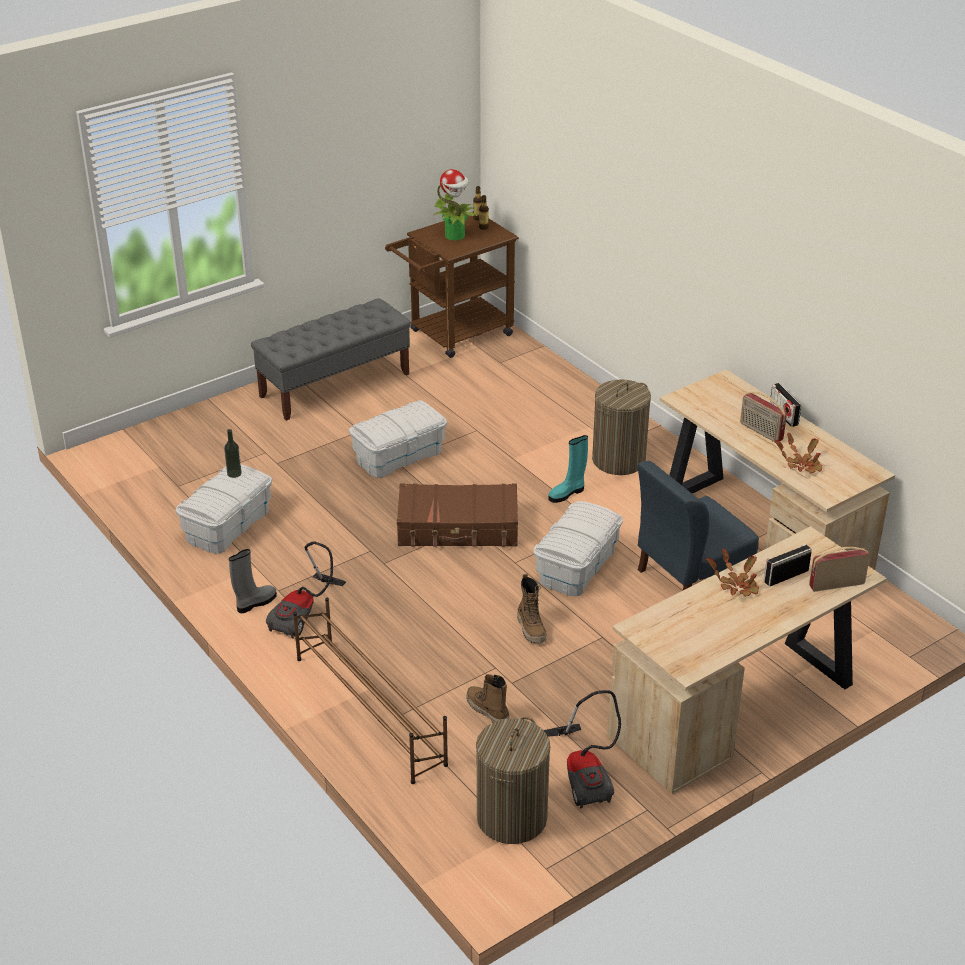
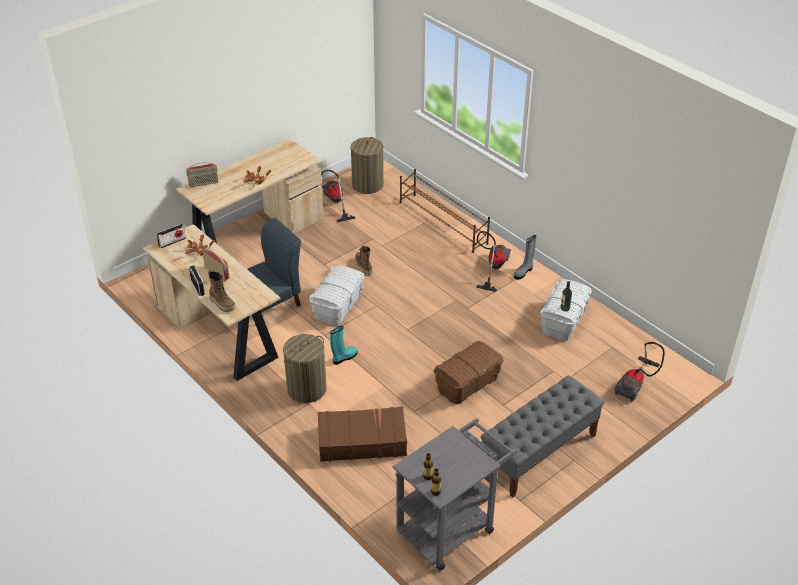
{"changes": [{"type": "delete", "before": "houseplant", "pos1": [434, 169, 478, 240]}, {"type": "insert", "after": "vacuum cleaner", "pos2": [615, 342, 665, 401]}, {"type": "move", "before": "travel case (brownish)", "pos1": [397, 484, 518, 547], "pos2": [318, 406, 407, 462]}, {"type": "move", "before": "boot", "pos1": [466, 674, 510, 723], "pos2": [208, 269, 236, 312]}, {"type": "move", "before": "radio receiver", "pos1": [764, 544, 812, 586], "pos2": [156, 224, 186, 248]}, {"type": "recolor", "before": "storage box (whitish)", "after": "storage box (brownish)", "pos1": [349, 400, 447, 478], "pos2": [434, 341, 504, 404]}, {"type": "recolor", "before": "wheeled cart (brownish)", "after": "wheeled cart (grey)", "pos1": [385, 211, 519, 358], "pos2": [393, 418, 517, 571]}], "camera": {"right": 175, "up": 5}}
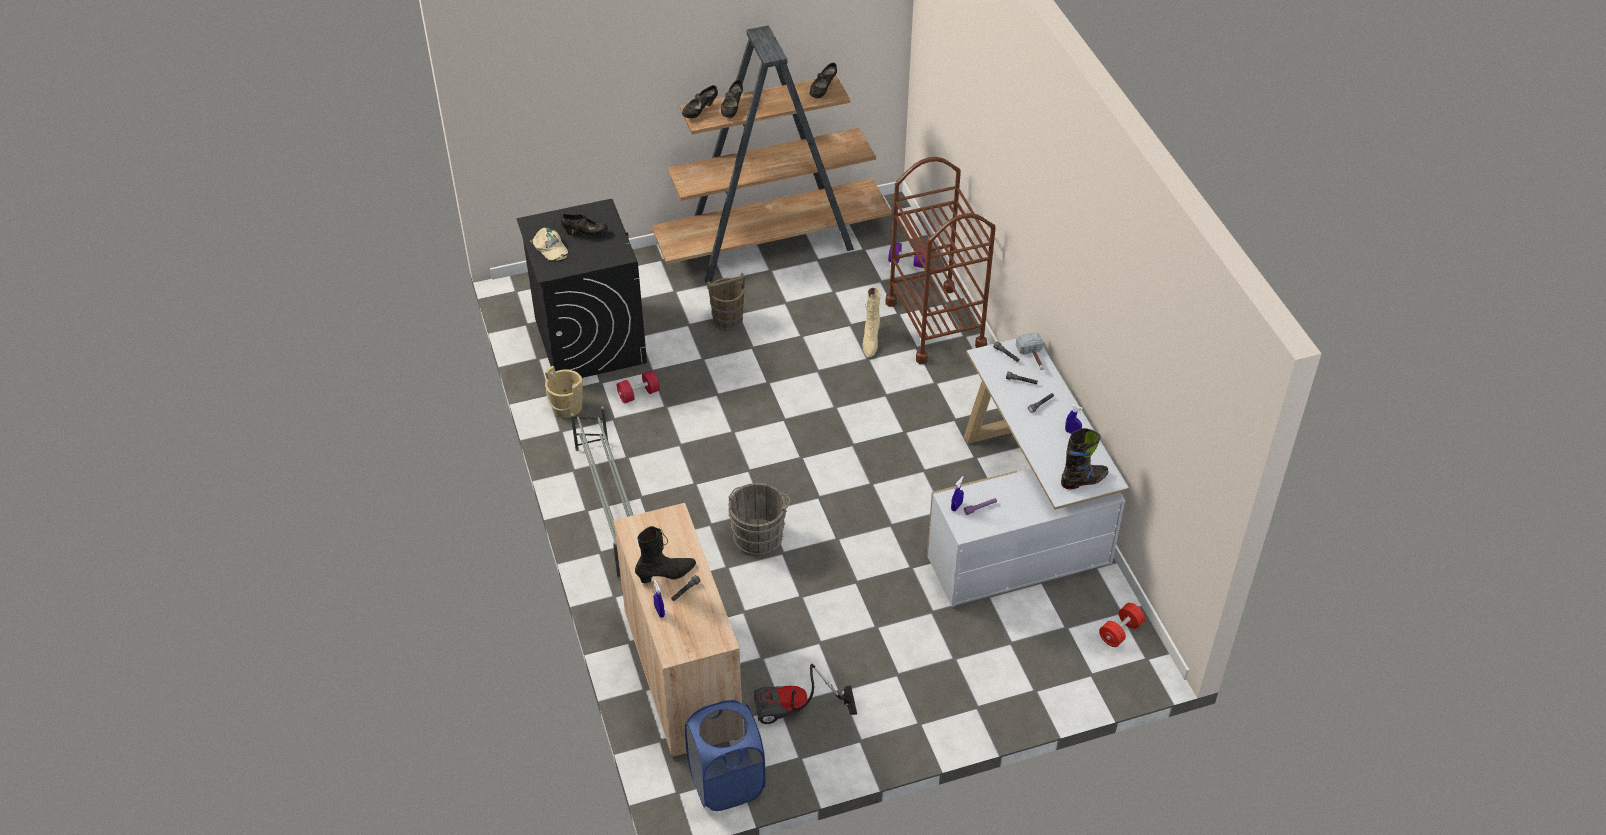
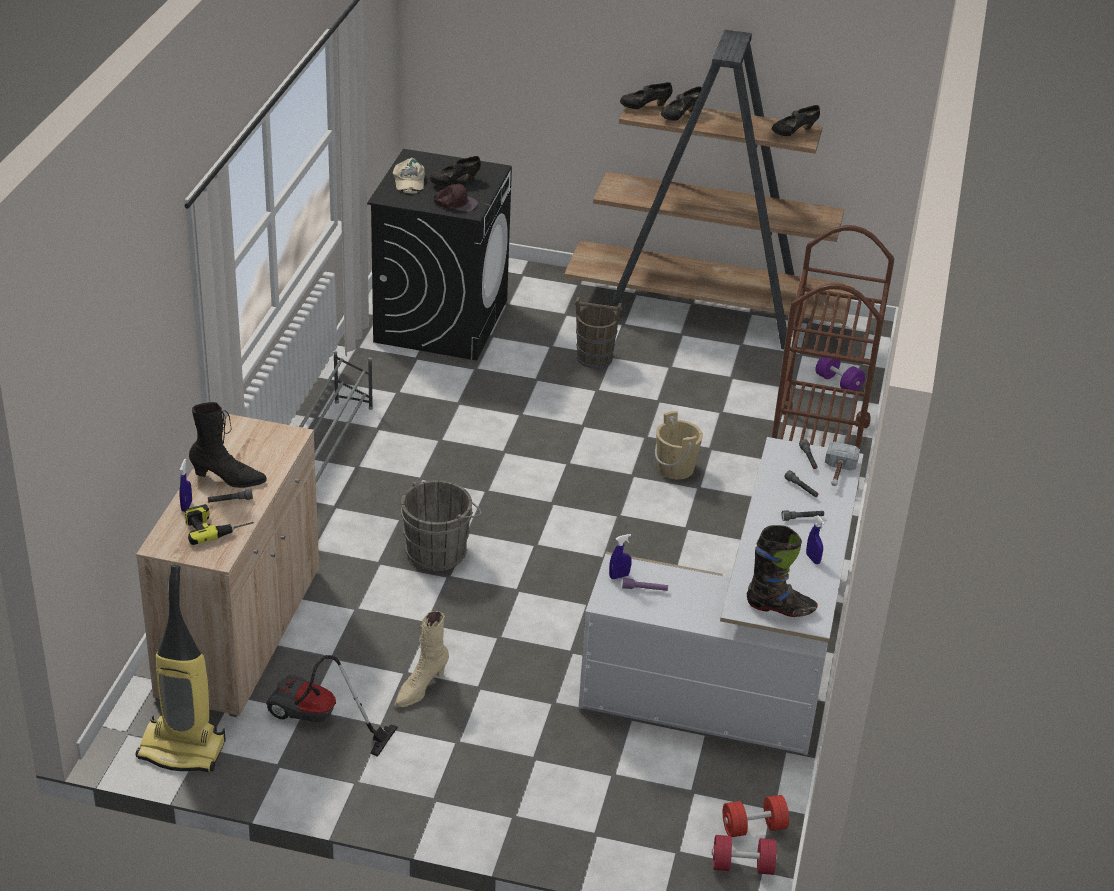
{"changes": [{"type": "insert", "after": "power drill", "pos2": [185, 504, 254, 545]}, {"type": "insert", "after": "cap (brownish)", "pos2": [434, 184, 478, 212]}, {"type": "move", "before": "bucket (sand-coloured)", "pos1": [545, 366, 583, 418], "pos2": [655, 411, 703, 480]}, {"type": "move", "before": "hand weight (red-coloured)", "pos1": [617, 370, 660, 404], "pos2": [712, 835, 778, 875]}, {"type": "move", "before": "boot (sand-coloured)", "pos1": [863, 287, 881, 357], "pos2": [394, 611, 449, 707]}, {"type": "replace", "before": "hamper (blue)", "after": "vacuum cleaner", "pos1": [685, 700, 766, 811], "pos2": [136, 565, 226, 772]}, {"type": "rotate", "before": "low shoe (black-coloured)", "pos1": [561, 214, 608, 237], "pos2": [430, 156, 481, 186], "turn": 120}], "camera": {"right": 30, "up": -10}}
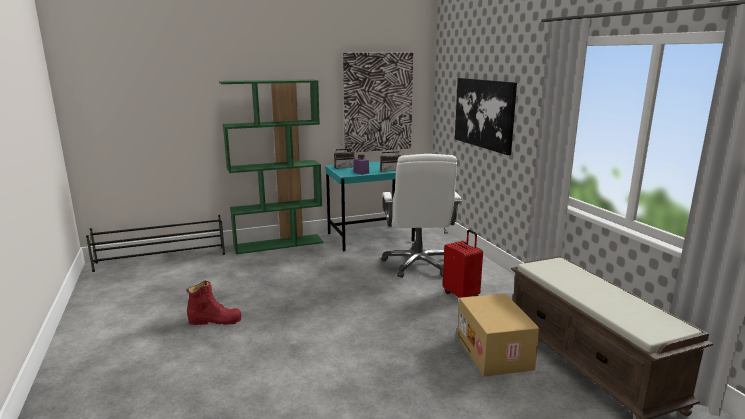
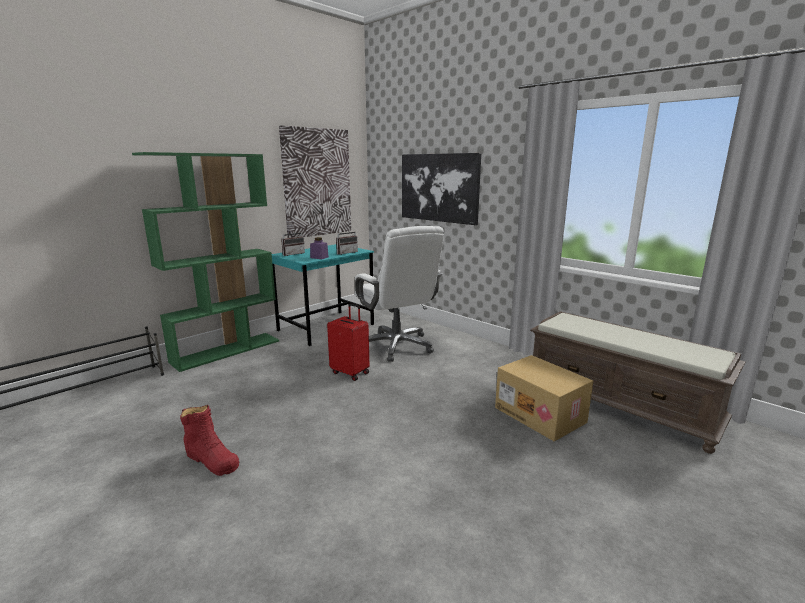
{"changes": [{"type": "move", "before": "travel case (red-coloured)", "pos1": [443, 230, 483, 298], "pos2": [327, 303, 369, 381]}, {"type": "rotate", "before": "boot (red-coloured)", "pos1": [186, 281, 241, 325], "pos2": [180, 405, 239, 476], "turn": 60}], "camera": {"right": -25, "up": 0}}
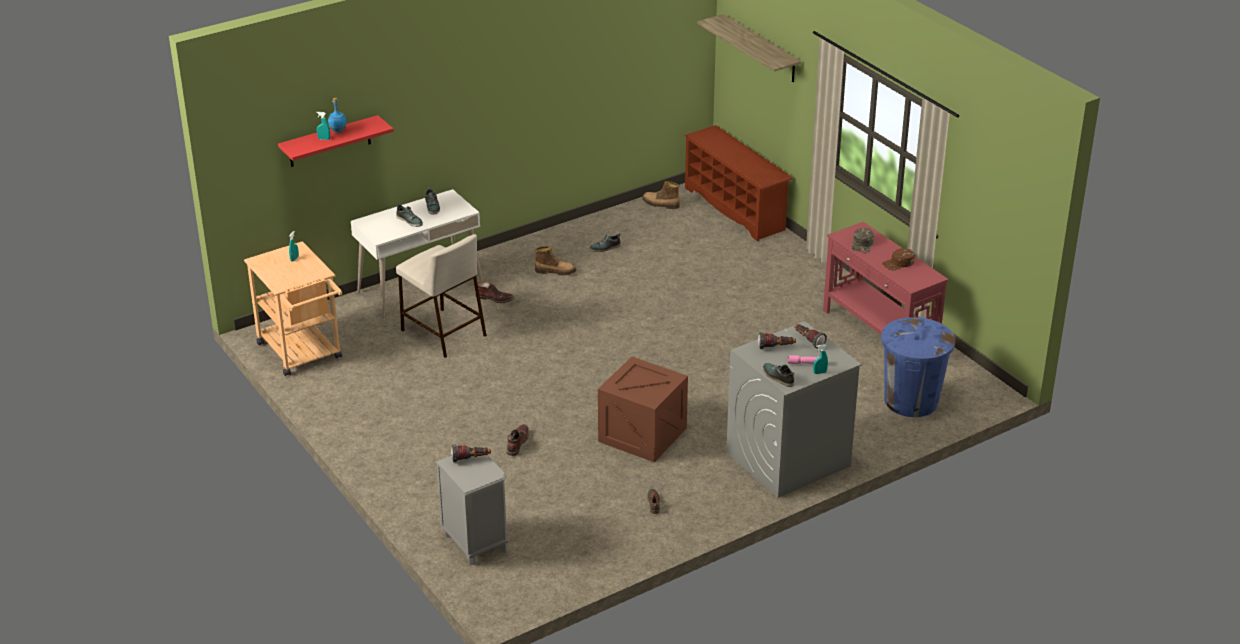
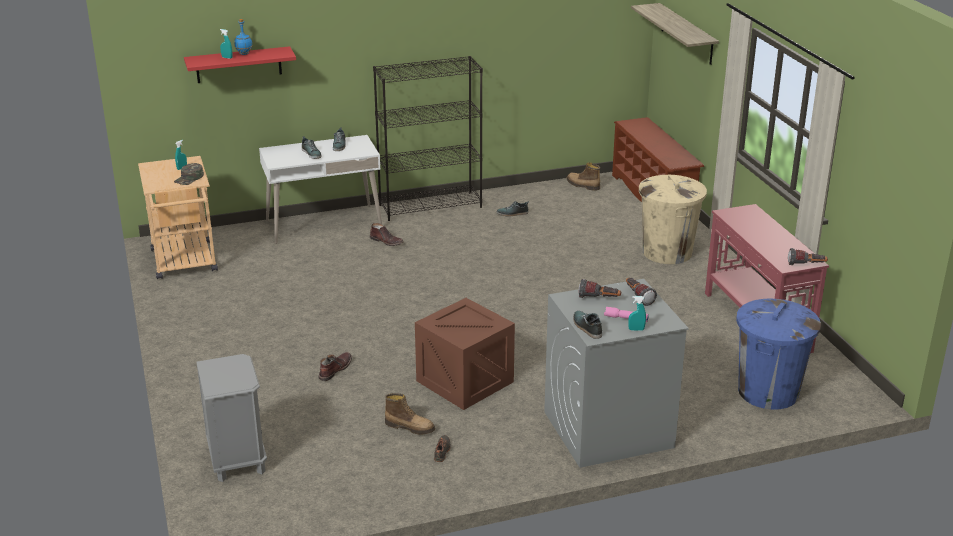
{"changes": [{"type": "delete", "before": "stool (sand-coloured)", "pos1": [396, 234, 487, 358]}, {"type": "delete", "before": "cap (brownish)", "pos1": [882, 248, 915, 271]}, {"type": "insert", "after": "bookcase (black-coloured)", "pos2": [373, 56, 483, 221]}, {"type": "insert", "after": "rubbish bin (sand-coloured)", "pos2": [639, 175, 707, 264]}, {"type": "move", "before": "torch", "pos1": [451, 444, 491, 463], "pos2": [788, 248, 828, 265]}, {"type": "move", "before": "boot", "pos1": [535, 246, 576, 275], "pos2": [385, 393, 435, 434]}, {"type": "move", "before": "cap (green)", "pos1": [852, 228, 874, 252], "pos2": [174, 163, 204, 185]}], "camera": {"right": 15, "up": -5}}
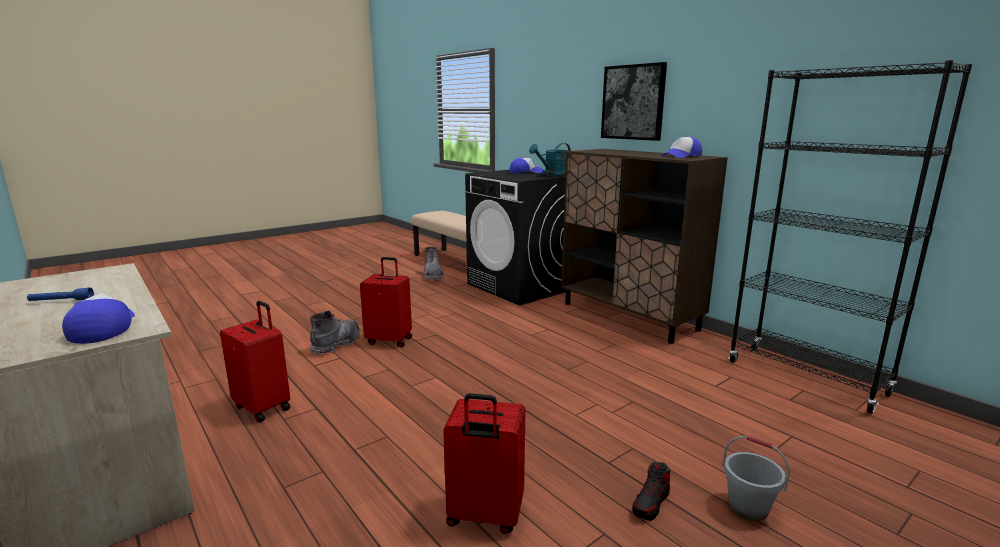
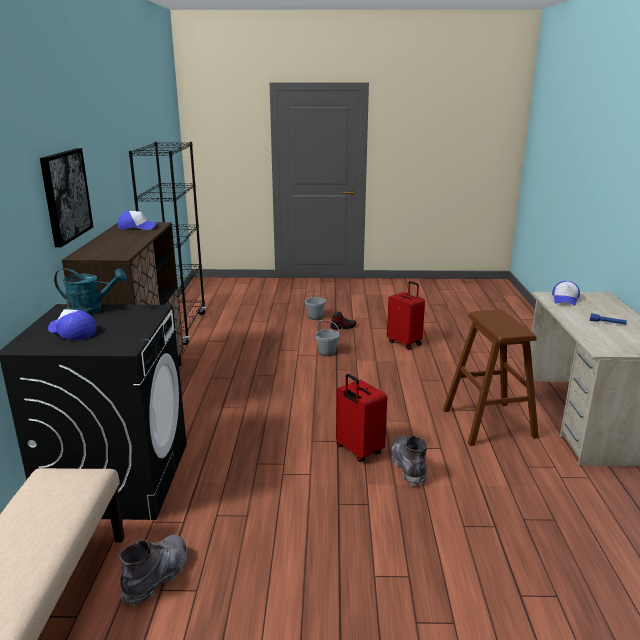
{"changes": [{"type": "insert", "after": "bucket (grey)", "pos2": [315, 320, 340, 357]}, {"type": "replace", "before": "travel case (red-coloured)", "after": "stool (brownish)", "pos1": [220, 301, 290, 423], "pos2": [443, 310, 539, 446]}, {"type": "rotate", "before": "boot (grey)", "pos1": [310, 310, 360, 355], "pos2": [391, 435, 427, 486], "turn": 105}], "camera": {"right": -140, "up": 5}}
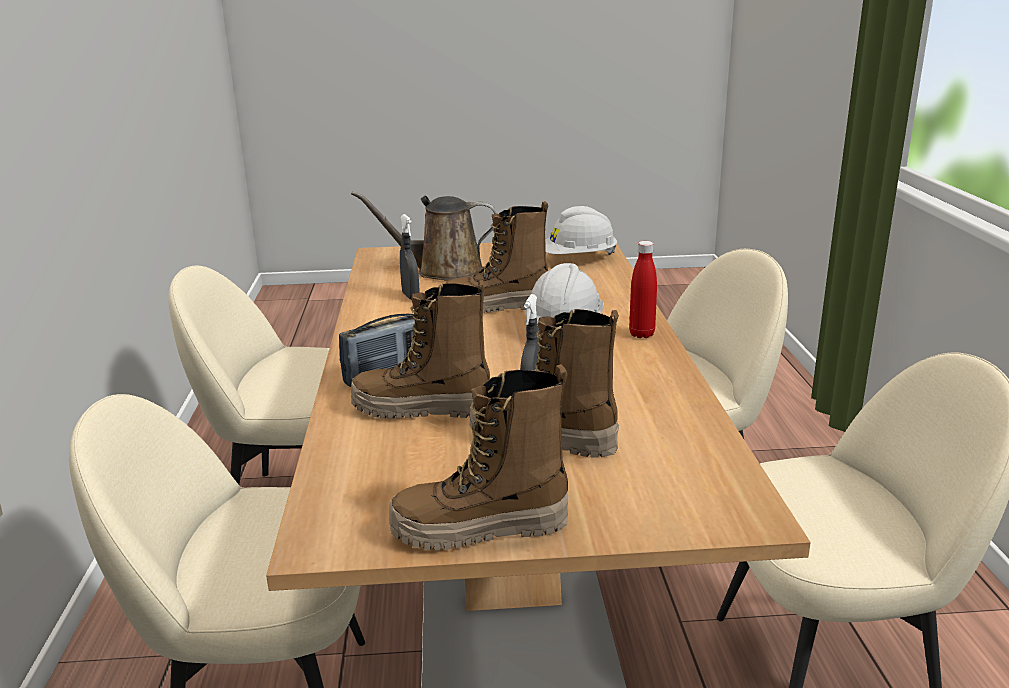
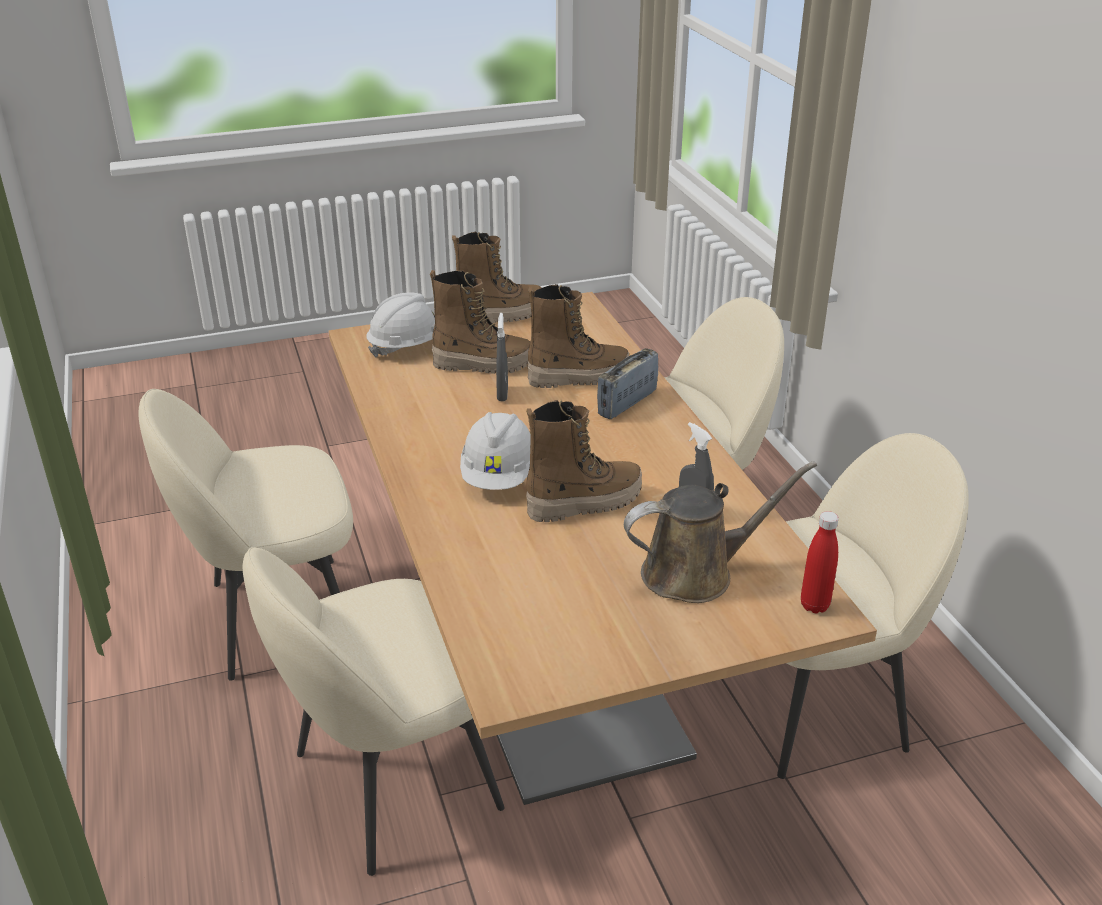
{"changes": [{"type": "move", "before": "safety helmet (whitish)", "pos1": [545, 206, 617, 255], "pos2": [367, 292, 435, 358]}, {"type": "move", "before": "drink bottle (red-coloured)", "pos1": [629, 241, 657, 338], "pos2": [801, 511, 839, 613]}], "camera": {"right": 165, "up": 10}}
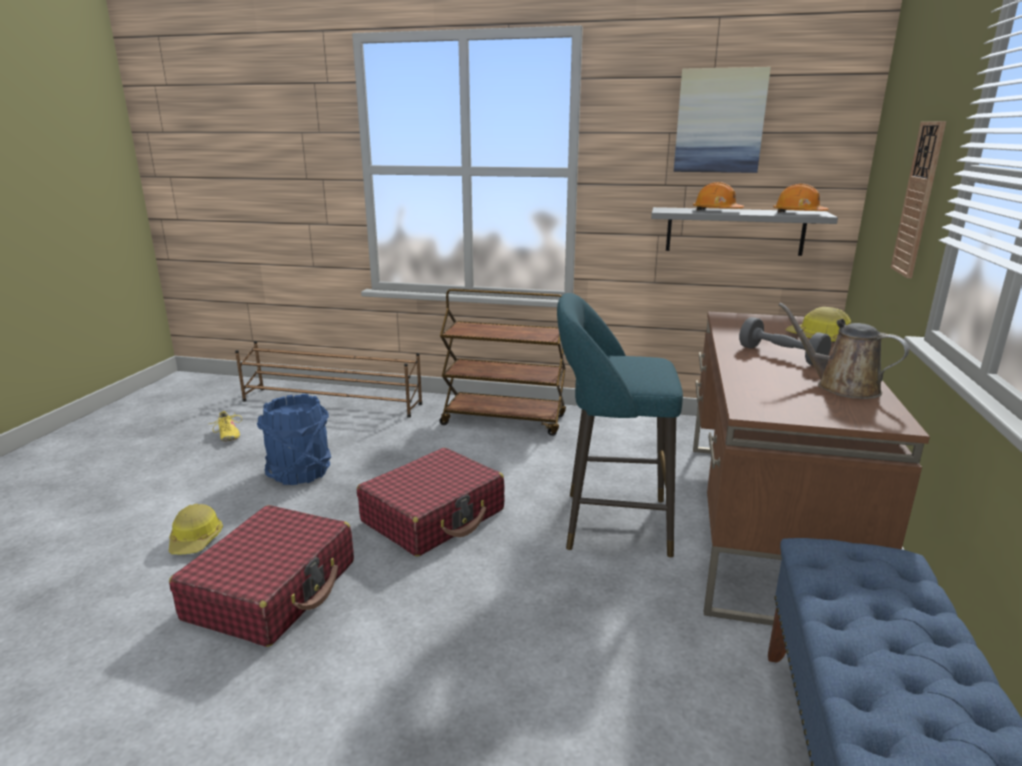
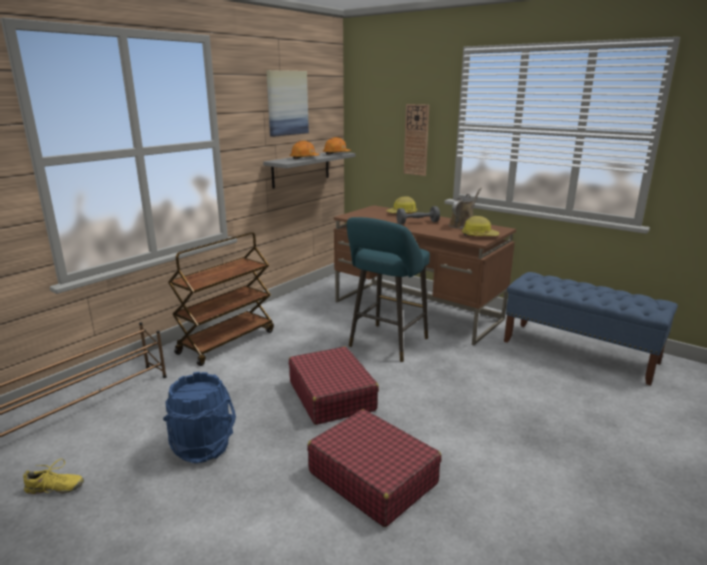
{"changes": [{"type": "move", "before": "safety helmet", "pos1": [169, 504, 223, 554], "pos2": [462, 216, 499, 236]}, {"type": "rotate", "before": "watering can (brownish)", "pos1": [778, 303, 909, 399], "pos2": [449, 188, 482, 229], "turn": 150}], "camera": {"right": -65, "up": 0}}
